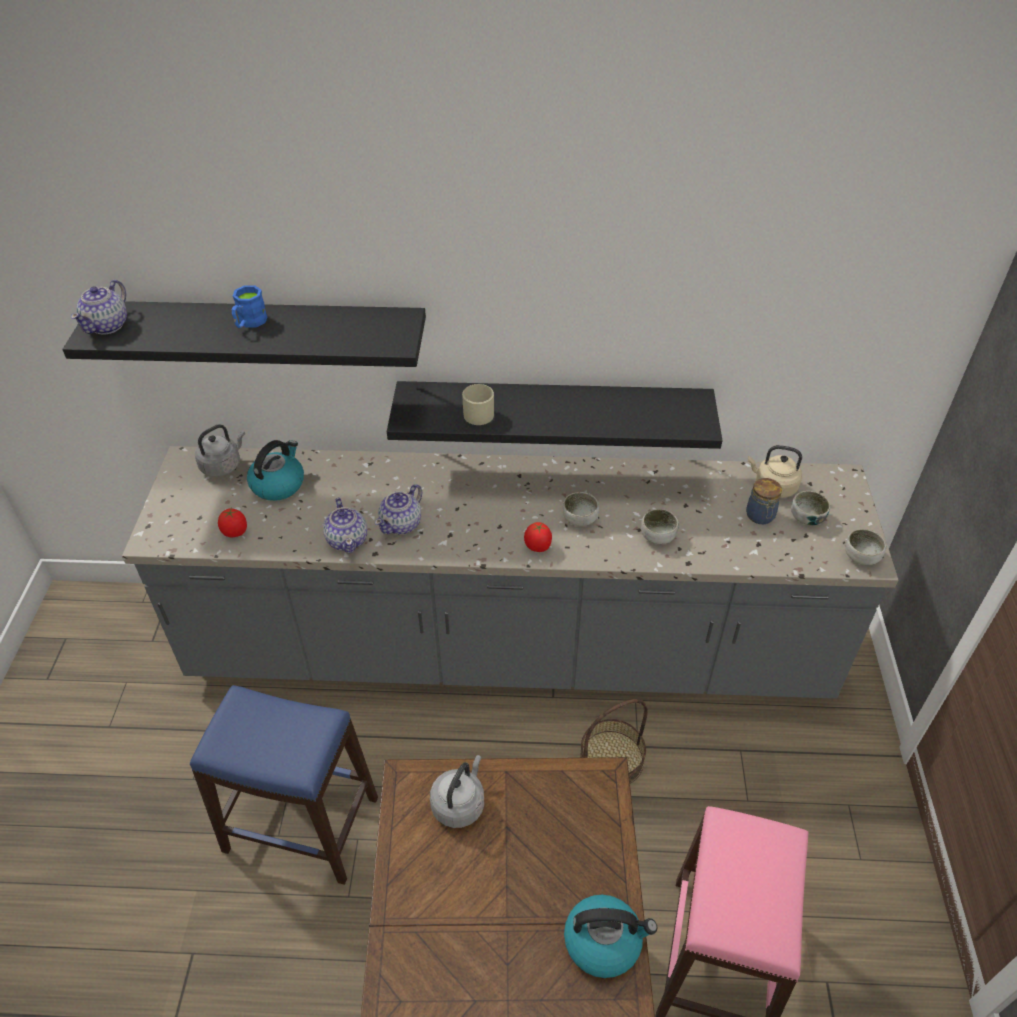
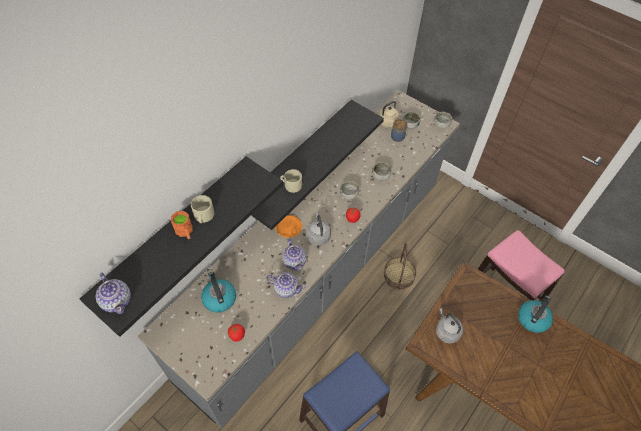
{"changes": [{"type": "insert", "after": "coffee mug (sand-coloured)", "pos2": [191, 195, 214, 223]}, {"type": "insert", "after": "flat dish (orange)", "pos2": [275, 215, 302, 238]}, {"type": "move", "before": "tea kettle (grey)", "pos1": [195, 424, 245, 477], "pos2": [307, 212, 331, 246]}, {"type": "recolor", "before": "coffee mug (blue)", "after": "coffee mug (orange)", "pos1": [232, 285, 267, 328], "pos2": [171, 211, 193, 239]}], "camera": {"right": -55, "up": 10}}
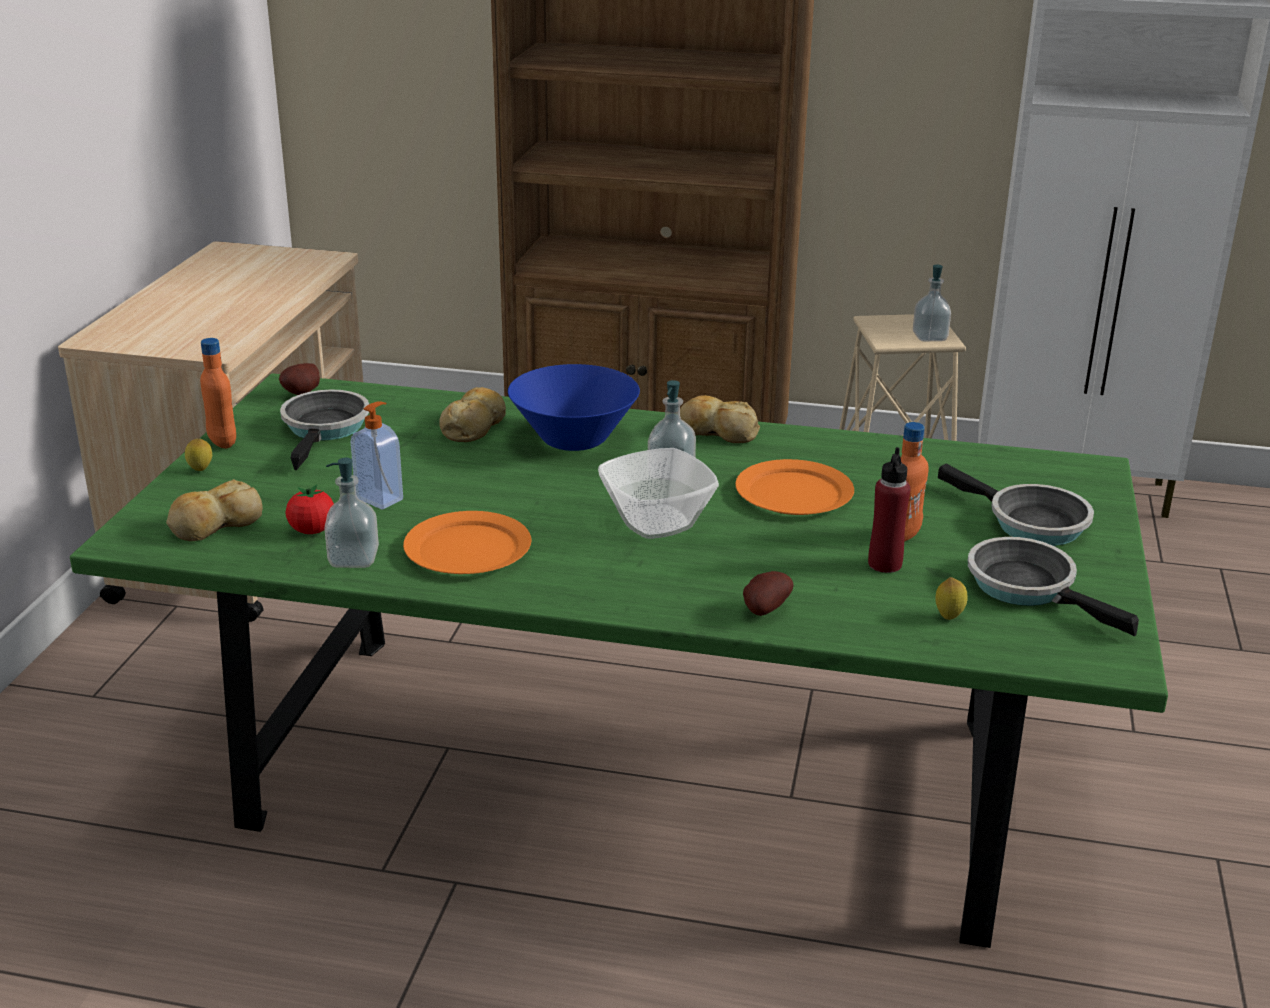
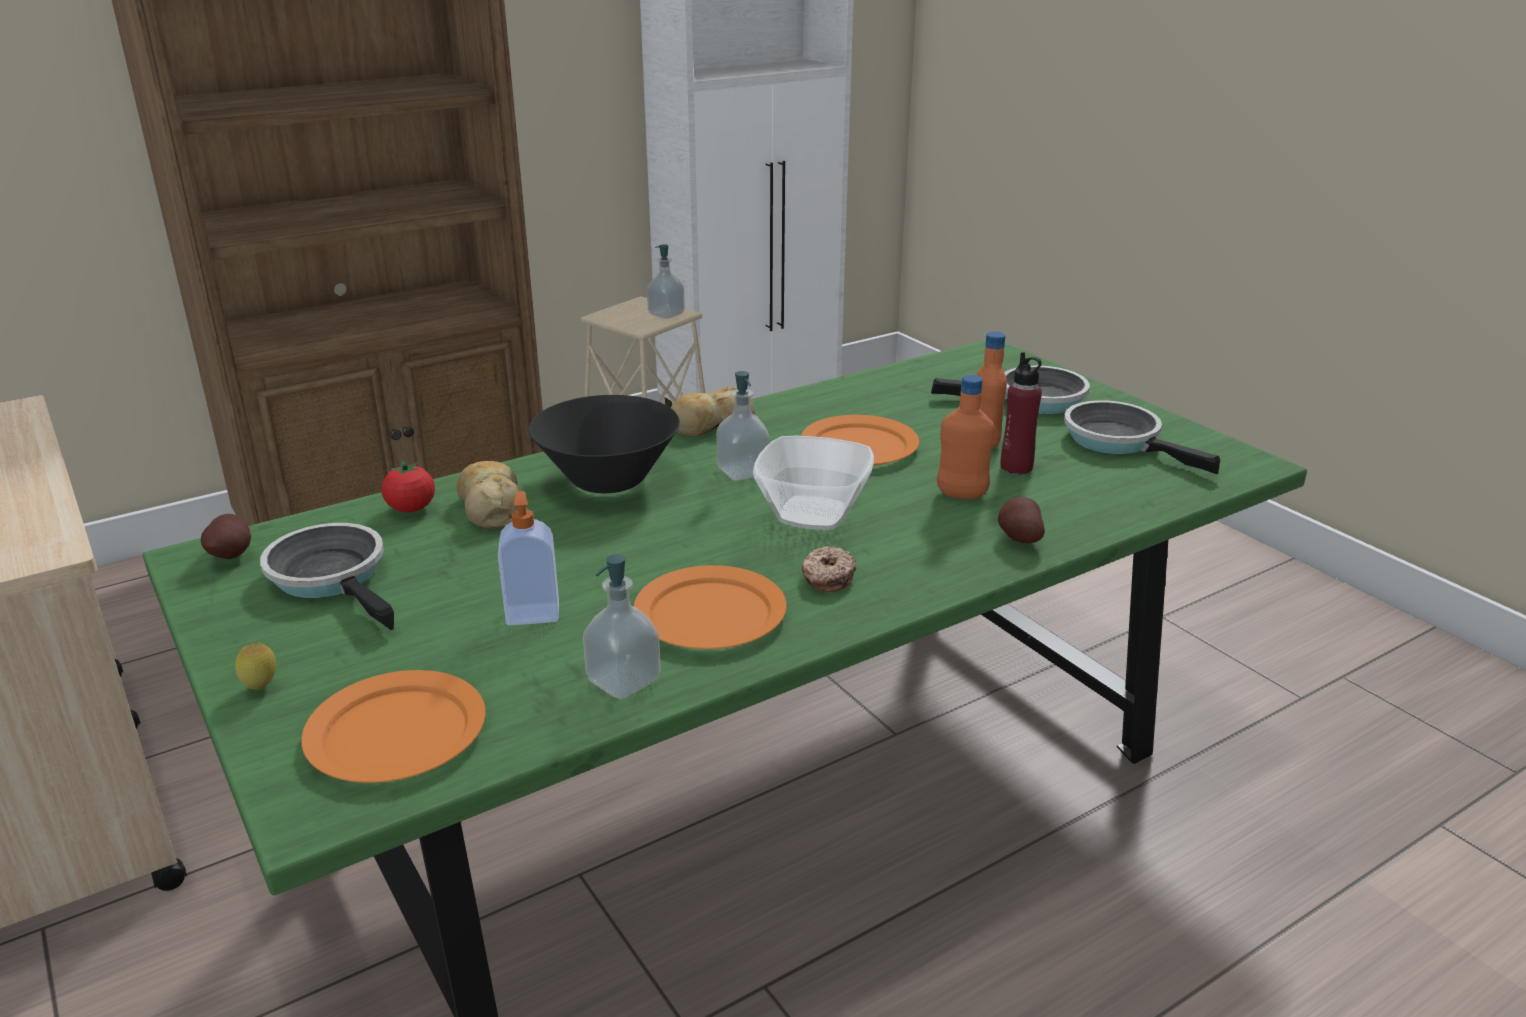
{"changes": [{"type": "delete", "before": "whole lemon", "pos1": [935, 577, 968, 620]}, {"type": "insert", "after": "ring doughnut", "pos2": [801, 546, 856, 592]}, {"type": "move", "before": "drink bottle (orange)", "pos1": [200, 338, 236, 448], "pos2": [937, 375, 995, 499]}, {"type": "move", "before": "whole tomato", "pos1": [286, 484, 334, 534], "pos2": [382, 460, 435, 512]}, {"type": "replace", "before": "bakery bread", "after": "flat dish (orange)", "pos1": [166, 479, 263, 541], "pos2": [301, 670, 486, 783]}, {"type": "recolor", "before": "deep dish (blue)", "after": "deep dish (black-coloured)", "pos1": [508, 364, 640, 451], "pos2": [528, 395, 680, 493]}, {"type": "rotate", "before": "pan", "pos1": [968, 537, 1139, 636], "pos2": [1064, 400, 1220, 474], "turn": 45}], "camera": {"right": -45, "up": 0}}
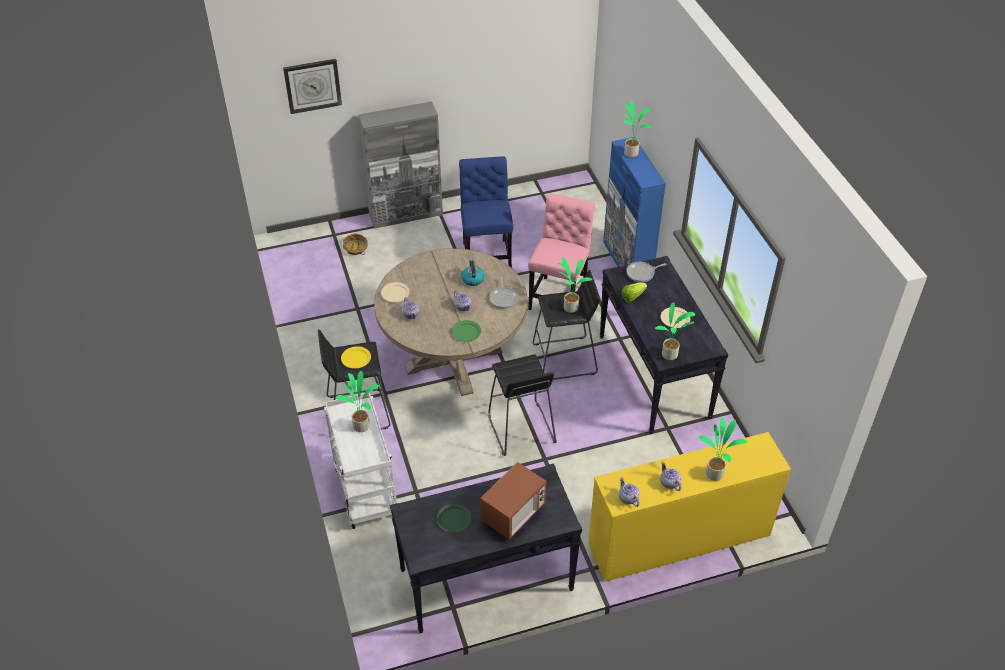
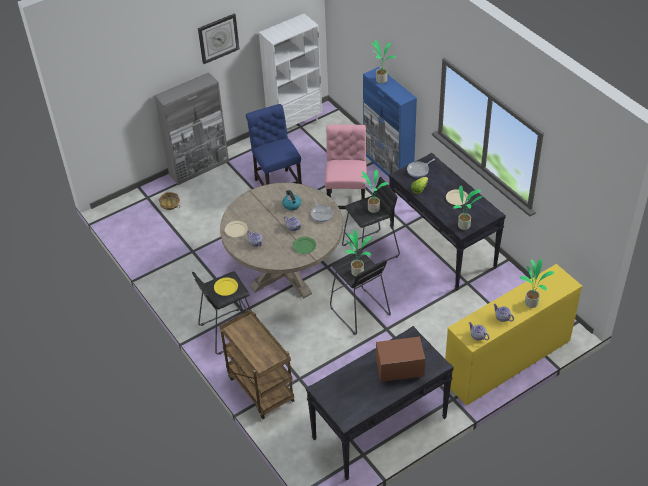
{"changes": [{"type": "delete", "before": "flat dish (green)", "pos1": [437, 504, 471, 533]}, {"type": "insert", "after": "bookcase (whitish)", "pos2": [259, 14, 322, 128]}, {"type": "move", "before": "clock on the wall", "pos1": [283, 59, 342, 114], "pos2": [198, 14, 239, 64]}, {"type": "move", "before": "houseplant", "pos1": [336, 371, 379, 432], "pos2": [346, 230, 371, 276]}, {"type": "recolor", "before": "wheeled cart (whitish)", "after": "wheeled cart (brownish)", "pos1": [324, 392, 397, 529], "pos2": [219, 309, 295, 419]}, {"type": "rotate", "before": "kitchen microwave", "pos1": [480, 462, 546, 540], "pos2": [376, 337, 425, 382], "turn": -120}], "camera": {"right": -15, "up": 0}}
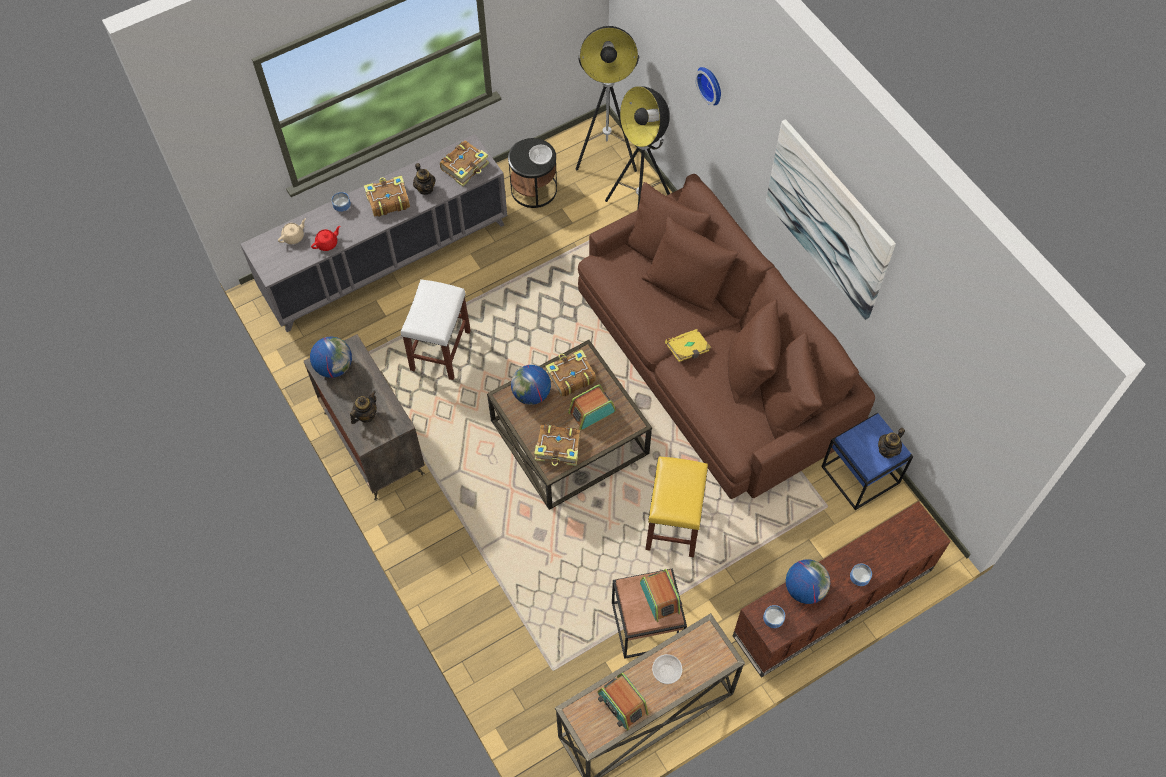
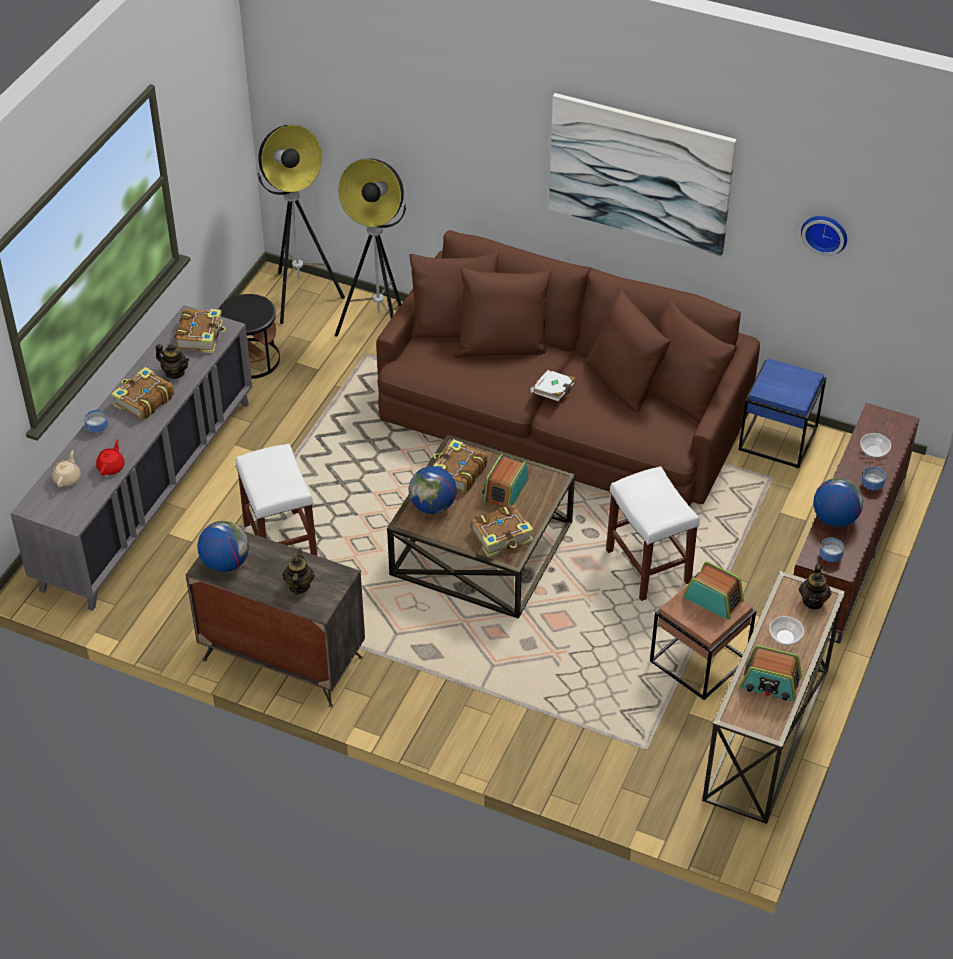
{"changes": [{"type": "move", "before": "deep dish", "pos1": [529, 145, 552, 165], "pos2": [860, 433, 891, 458]}, {"type": "move", "before": "clock on the wall", "pos1": [695, 67, 721, 105], "pos2": [801, 216, 847, 256]}, {"type": "move", "before": "teapot", "pos1": [878, 428, 905, 459], "pos2": [799, 564, 831, 609]}, {"type": "recolor", "before": "stool (yellow)", "after": "stool (whitish)", "pos1": [645, 456, 708, 557], "pos2": [606, 466, 700, 601]}, {"type": "recolor", "before": "bound book (yellow)", "after": "bound book (whitish)", "pos1": [665, 329, 712, 362], "pos2": [531, 370, 576, 401]}], "camera": {"right": -35, "up": -15}}
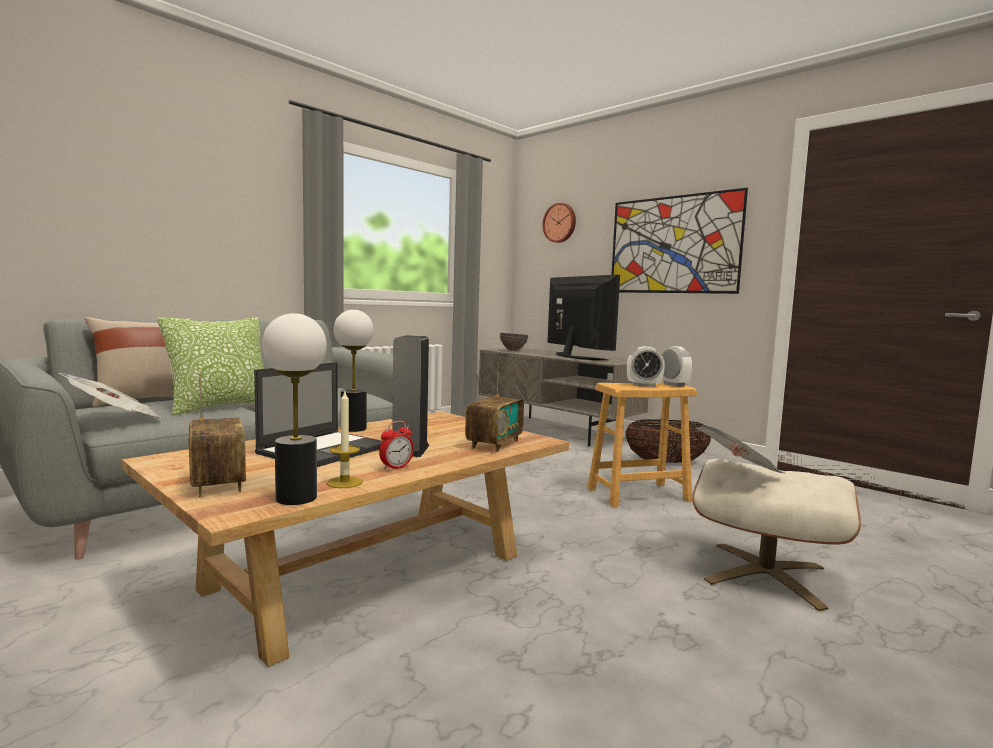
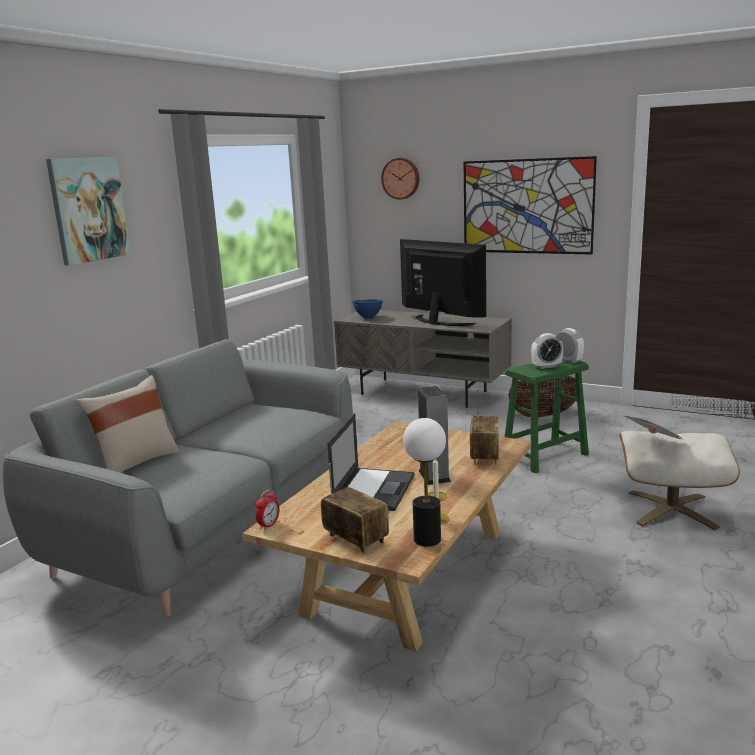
{"changes": [{"type": "delete", "before": "newspaper", "pos1": [59, 373, 160, 417]}, {"type": "delete", "before": "pillow", "pos1": [157, 317, 264, 416]}, {"type": "delete", "before": "table lamp", "pos1": [334, 310, 374, 432]}, {"type": "insert", "after": "picture", "pos2": [46, 157, 131, 266]}, {"type": "move", "before": "bedside clock", "pos1": [379, 421, 414, 471], "pos2": [256, 490, 279, 530]}, {"type": "recolor", "before": "deep dish (brownish)", "after": "deep dish (blue)", "pos1": [500, 333, 529, 351], "pos2": [352, 299, 383, 318]}, {"type": "recolor", "before": "stool (brownish)", "after": "stool (green)", "pos1": [588, 382, 697, 508], "pos2": [505, 361, 589, 473]}], "camera": {"right": -15, "up": 10}}
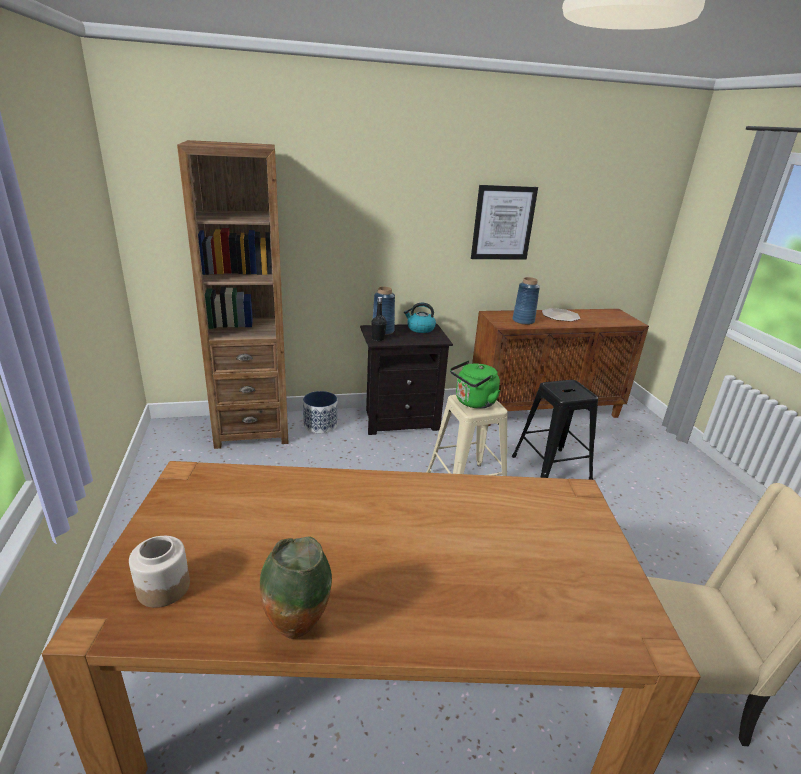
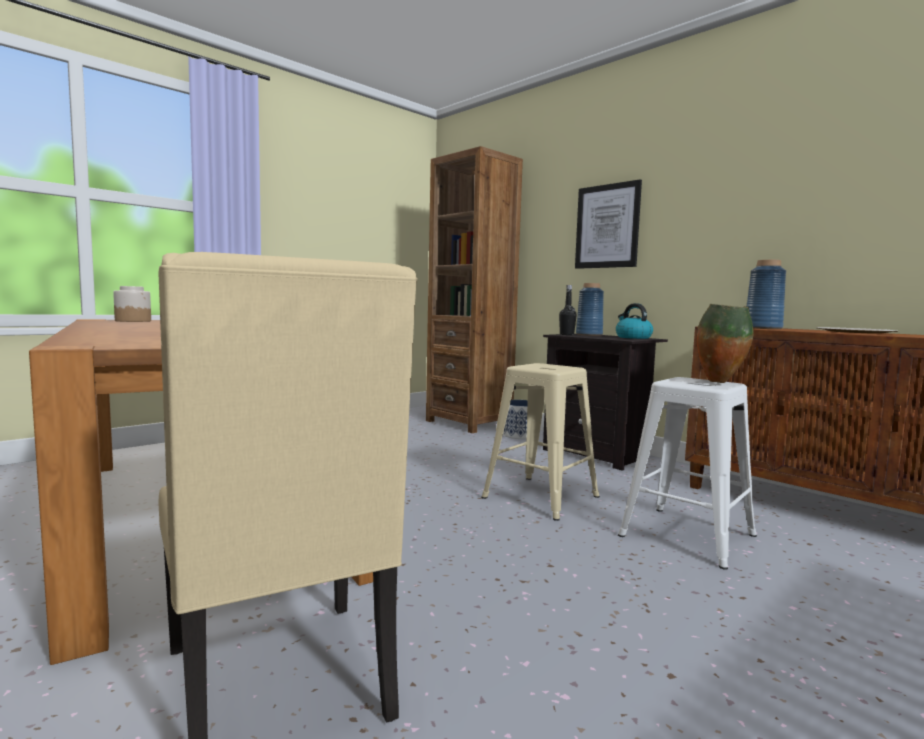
{"changes": [{"type": "delete", "before": "tea kettle (green)", "pos1": [450, 360, 500, 409]}, {"type": "move", "before": "decorative vase", "pos1": [259, 536, 332, 639], "pos2": [696, 304, 754, 383]}, {"type": "move", "before": "picture", "pos1": [471, 185, 538, 259], "pos2": [575, 179, 642, 269]}, {"type": "recolor", "before": "stool (black-coloured)", "after": "stool (whitish)", "pos1": [512, 380, 598, 480], "pos2": [618, 377, 757, 570]}], "camera": {"right": 60, "up": -20}}
